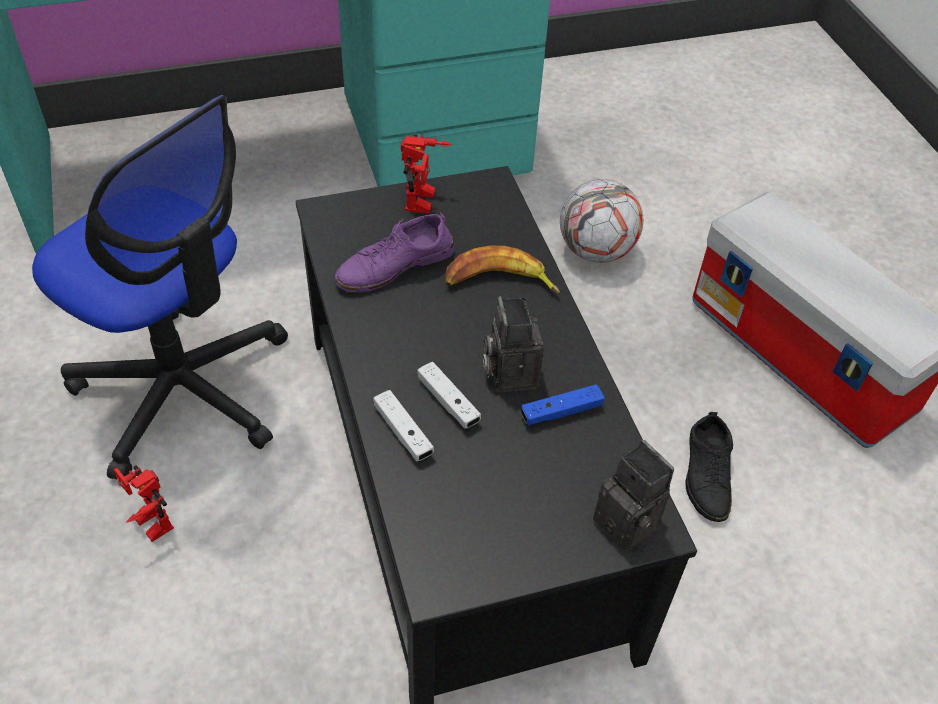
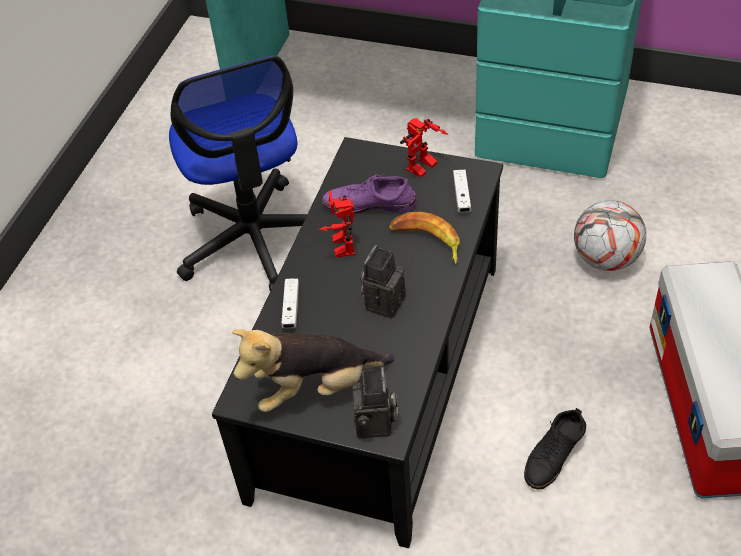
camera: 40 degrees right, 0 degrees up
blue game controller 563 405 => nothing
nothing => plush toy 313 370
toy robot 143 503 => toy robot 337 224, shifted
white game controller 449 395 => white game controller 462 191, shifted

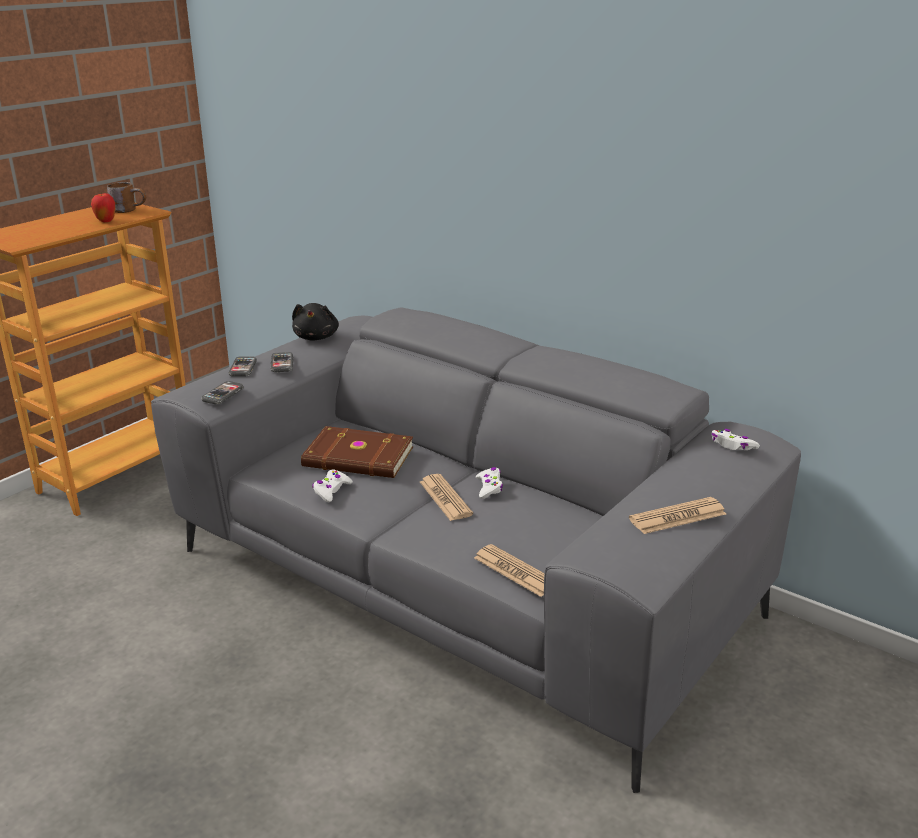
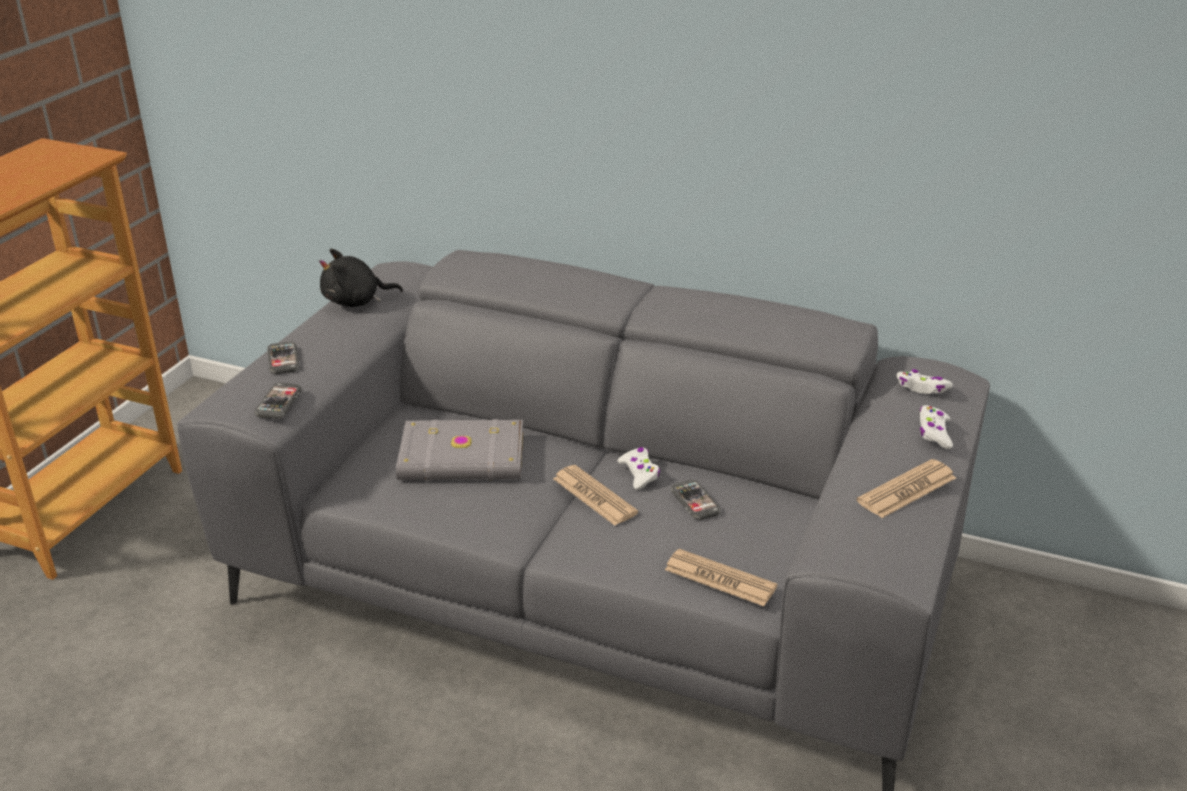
camera: 15 degrees left, 5 degrees up
apple 103 207 => nothing
brown mug 126 197 => nothing
phone 282 362 => phone 695 500, shifted
white game controller 332 485 => white game controller 936 427, shifted
brown book 357 452 => grey book 459 450
black plush toy 315 322 => black plush toy 361 278, 90 degrees clockwise

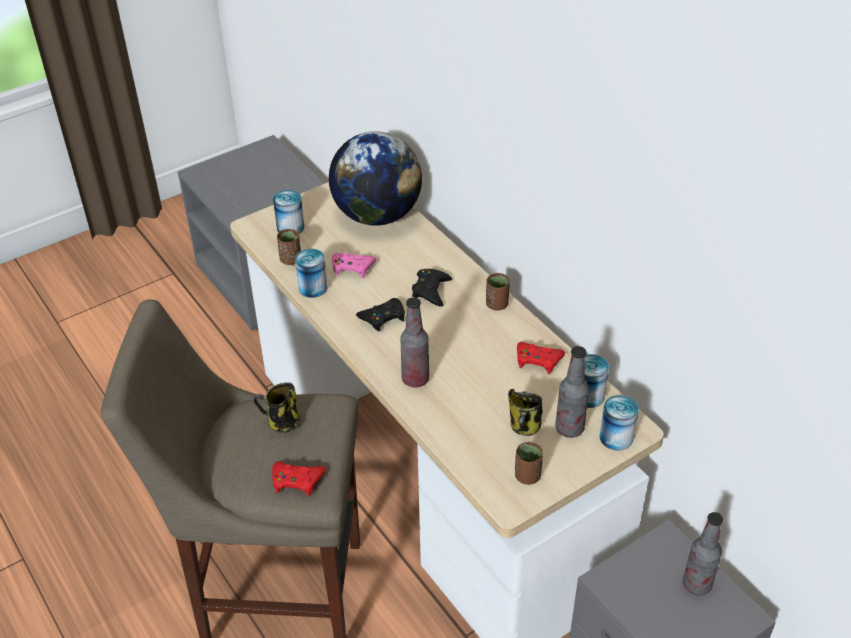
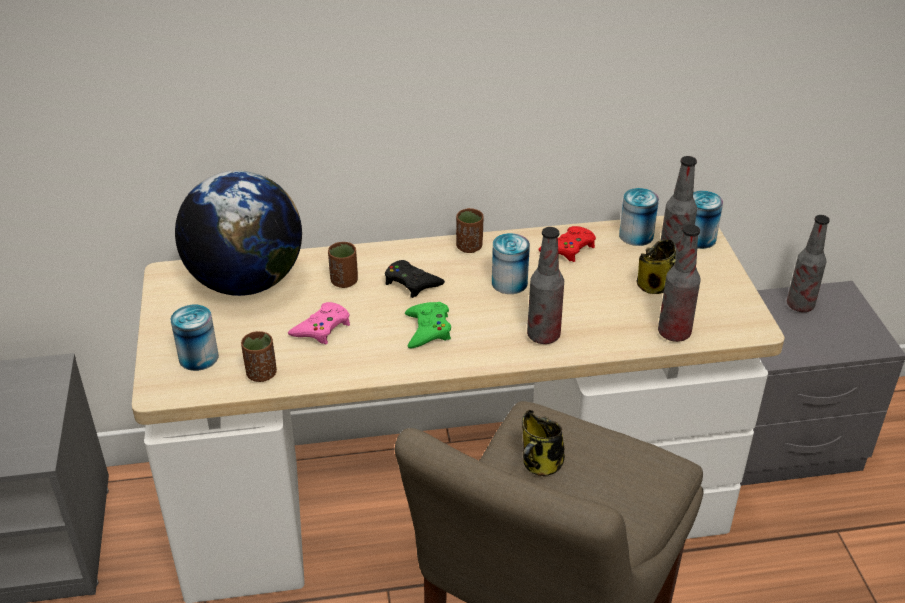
camera: 65 degrees left, 5 degrees down
red game controller 299 479 => nothing
nothing => bottle 679 283
can 311 273 => can 511 263, shifted
brown cup 529 463 => brown cup 343 265, shifted
black game controller 380 315 => green game controller 428 325

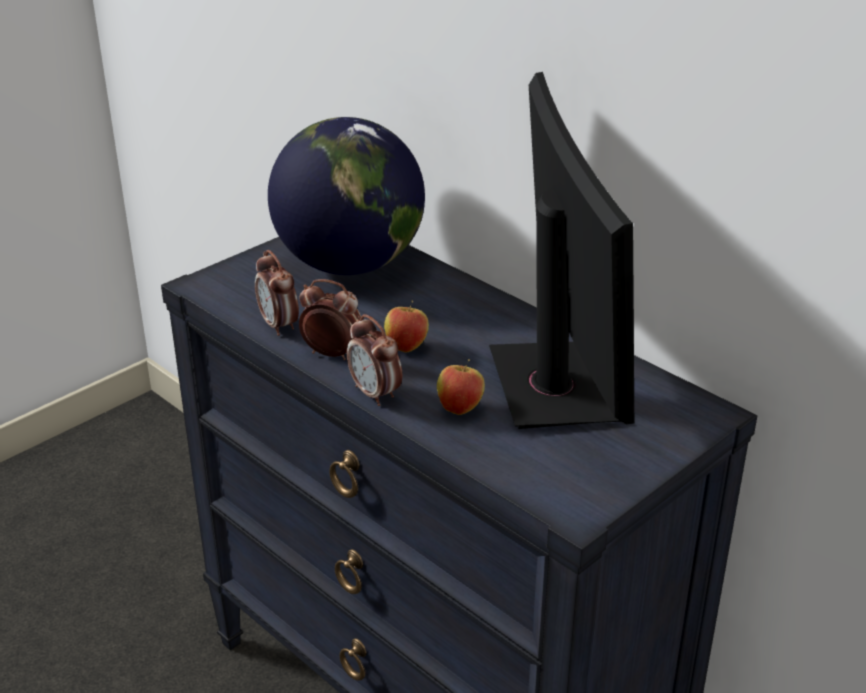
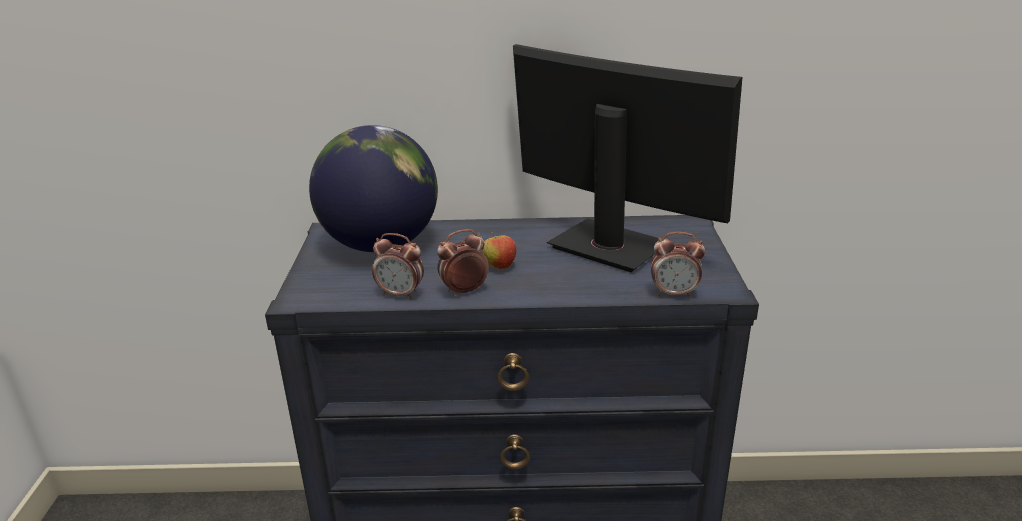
camera: 45 degrees left, 5 degrees down
apple 461 387 => nothing
alarm clock 374 360 => alarm clock 678 265, shifted

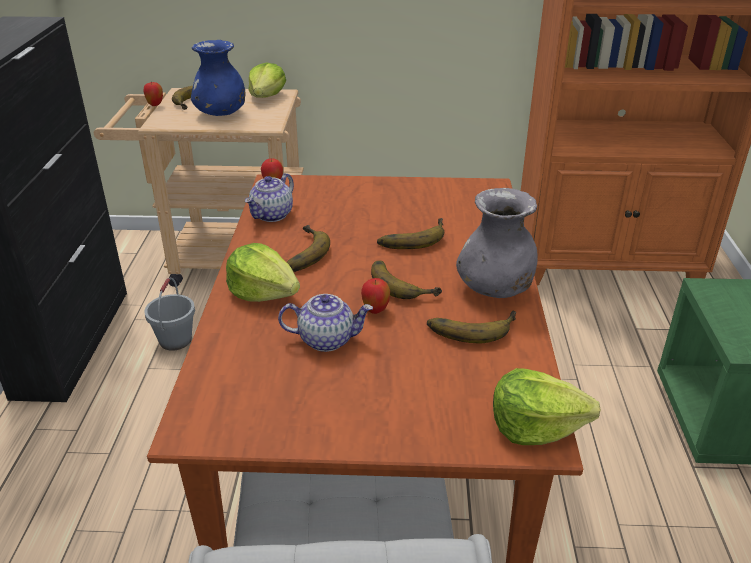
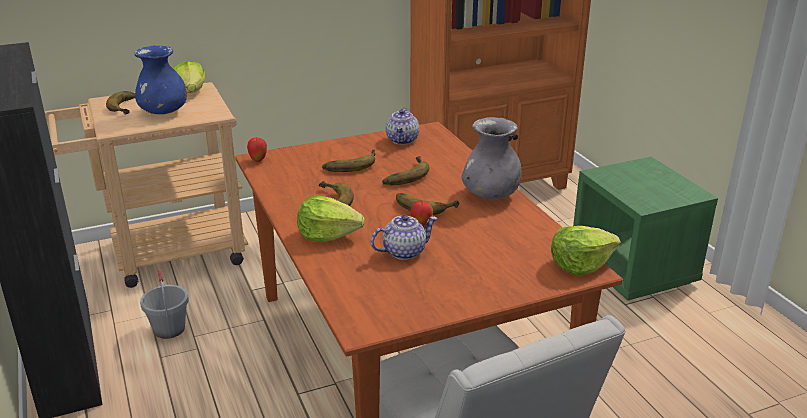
camera: 25 degrees left, 5 degrees down
apple 153 94 => nothing
teapot 269 197 => teapot 402 126, shifted
banana 471 327 => banana 349 160, shifted

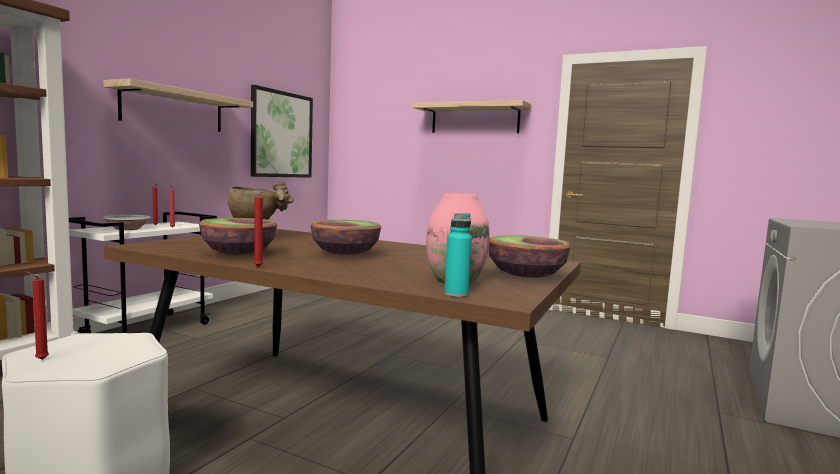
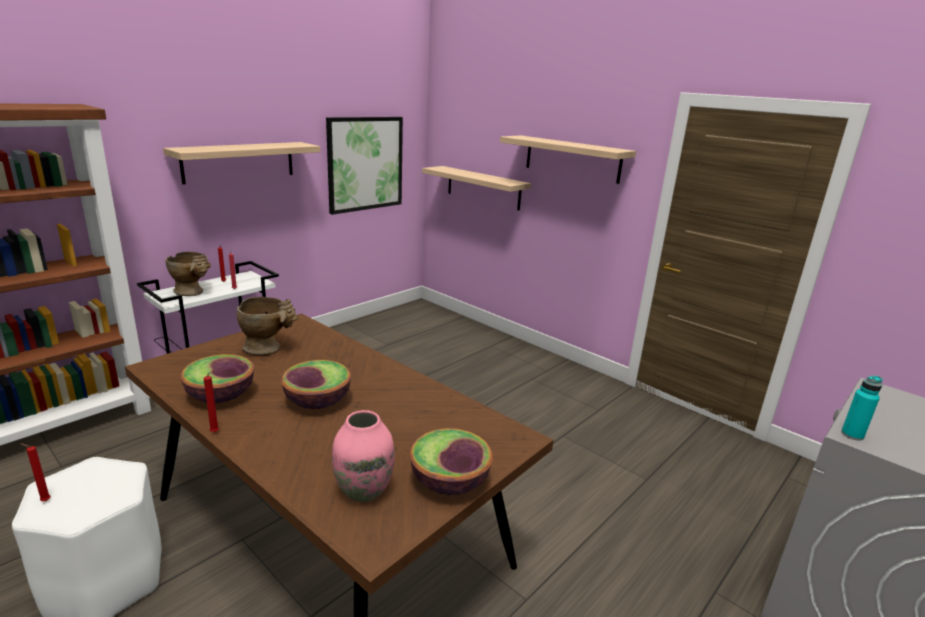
camera: 15 degrees right, 15 degrees up
nothing => shelf 476 188
turquoise bottle 458 255 => turquoise bottle 862 408, shifted
bowl 126 222 => beige vase 188 274

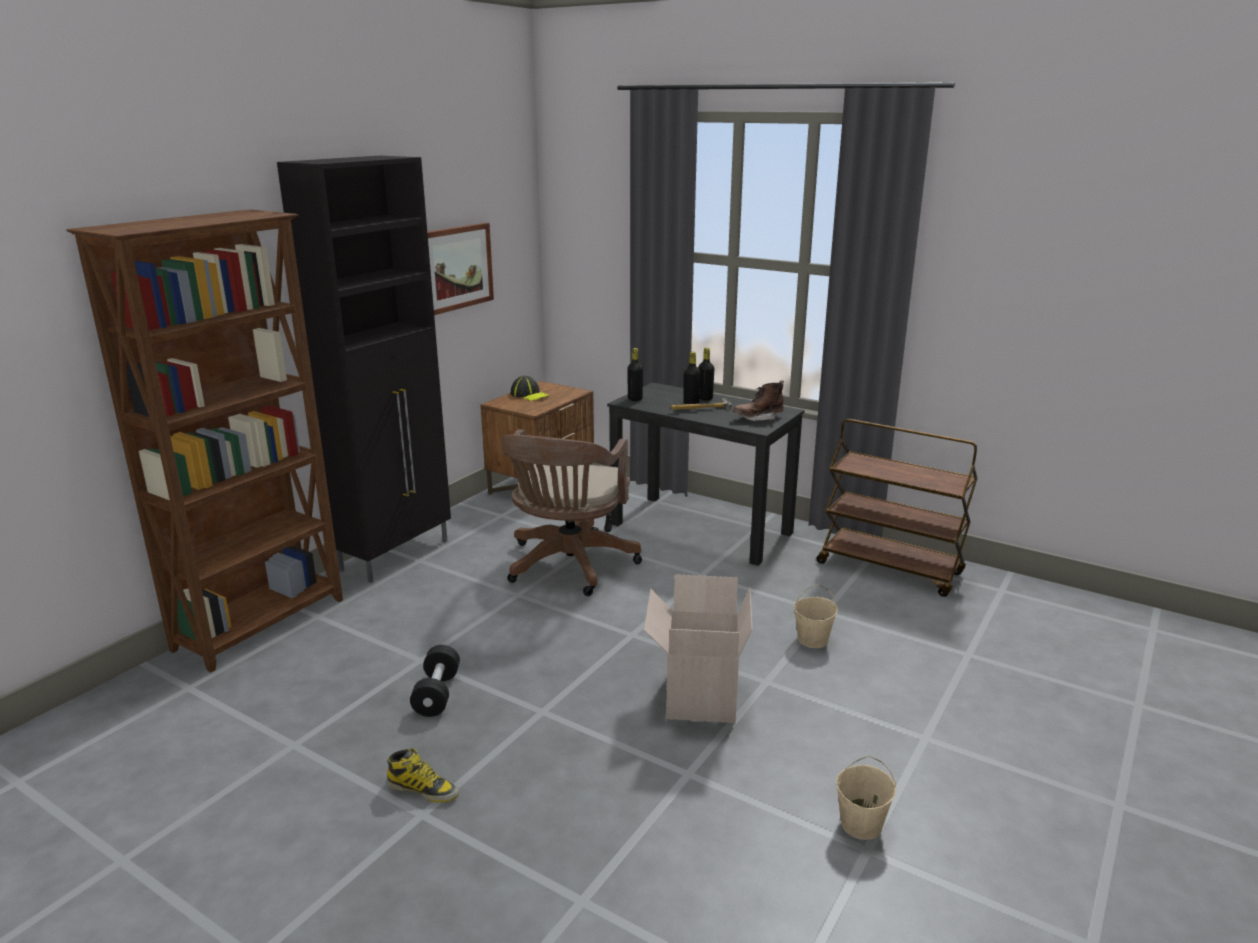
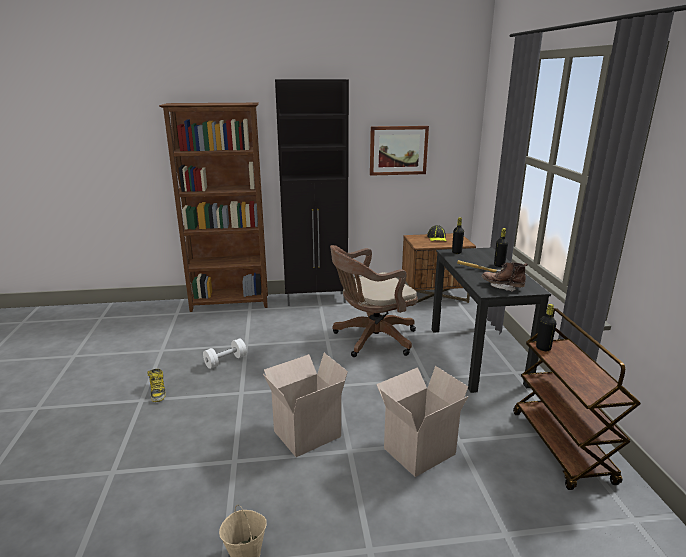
camera: 50 degrees right, 0 degrees up
black bottle 692 378 => black bottle 546 327, shifted
beige bucket 816 616 => cardboard box 422 421
black dumbbell 435 681 => white dumbbell 225 354

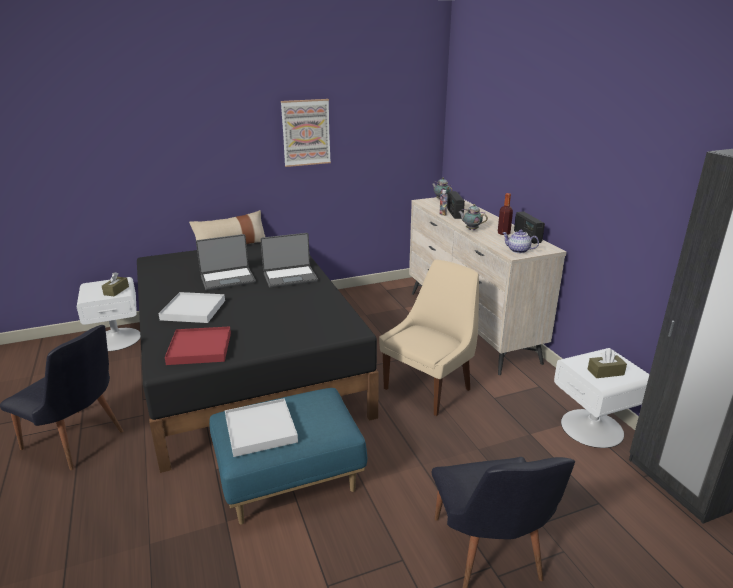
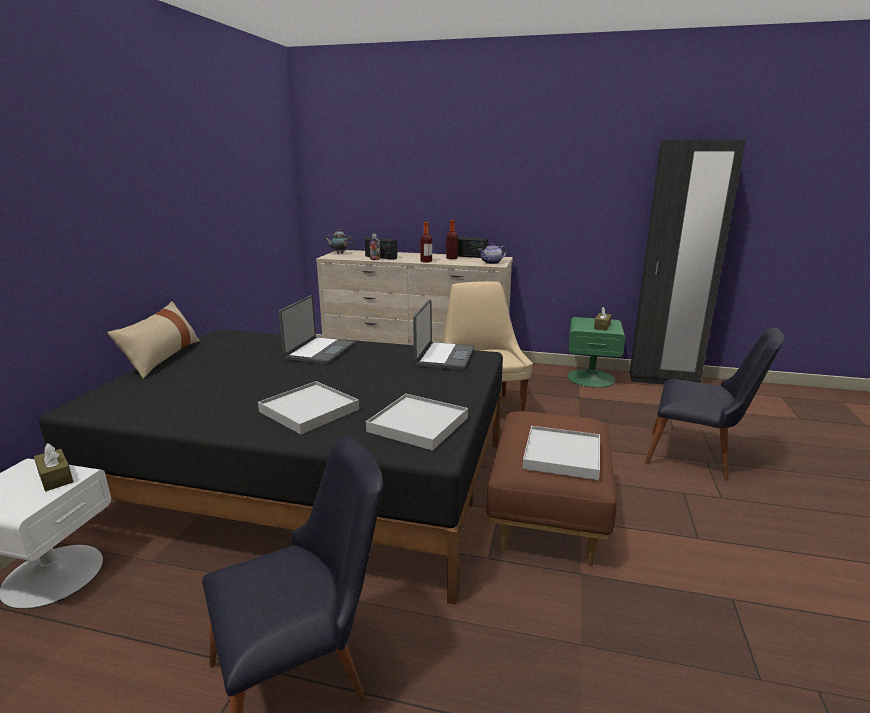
camera: 55 degrees left, 5 degrees down
picture 306 133 => nothing
laptop 226 262 => laptop 444 335, shifted
teapot 473 217 => bottle 426 242
red tray 198 345 => white tray 417 422
blue ottoman 288 456 => brown ottoman 551 488
white nightstand 602 398 => green nightstand 596 352

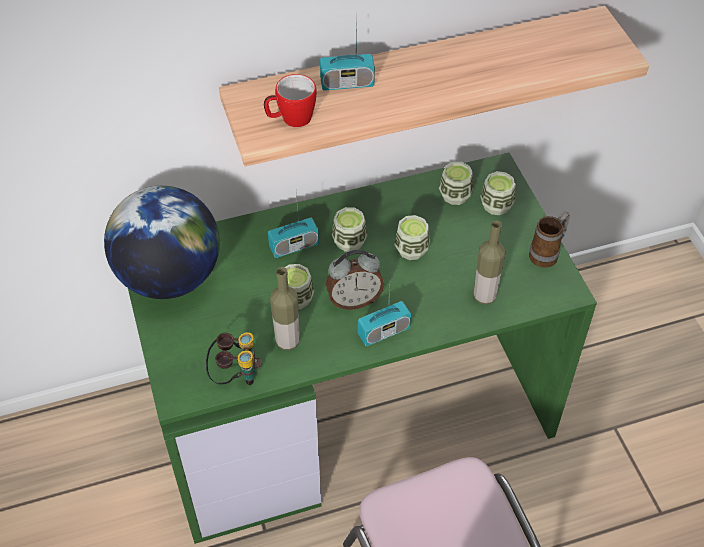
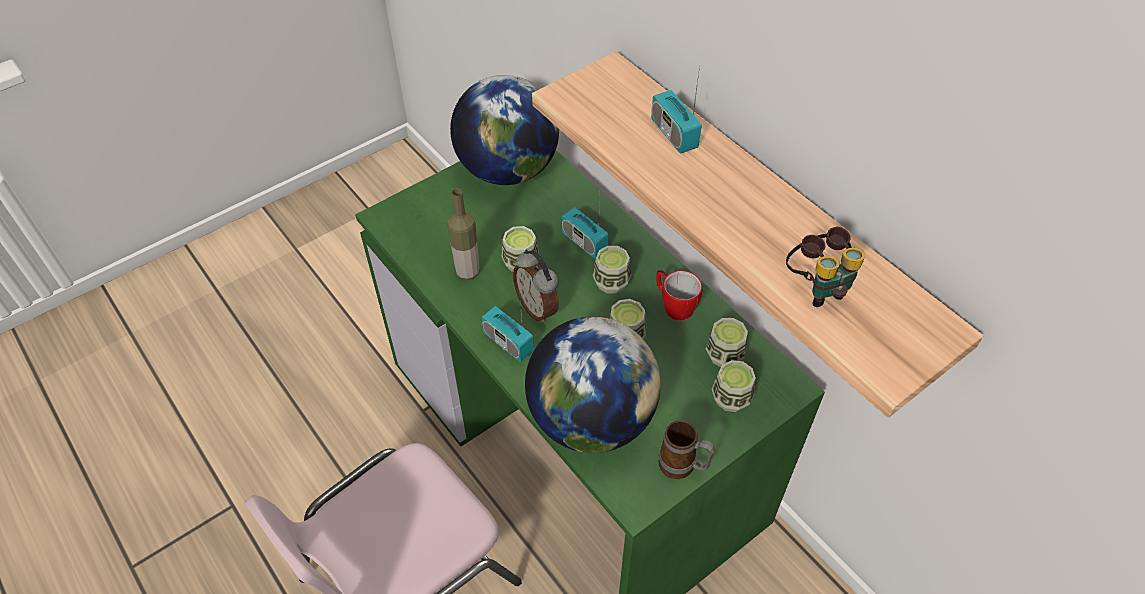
camera: 70 degrees right, 0 degrees up
binoculars 234 358 => binoculars 825 267, shifted
mug 290 100 => mug 679 295, shifted
bottle 489 262 => globe 593 384

